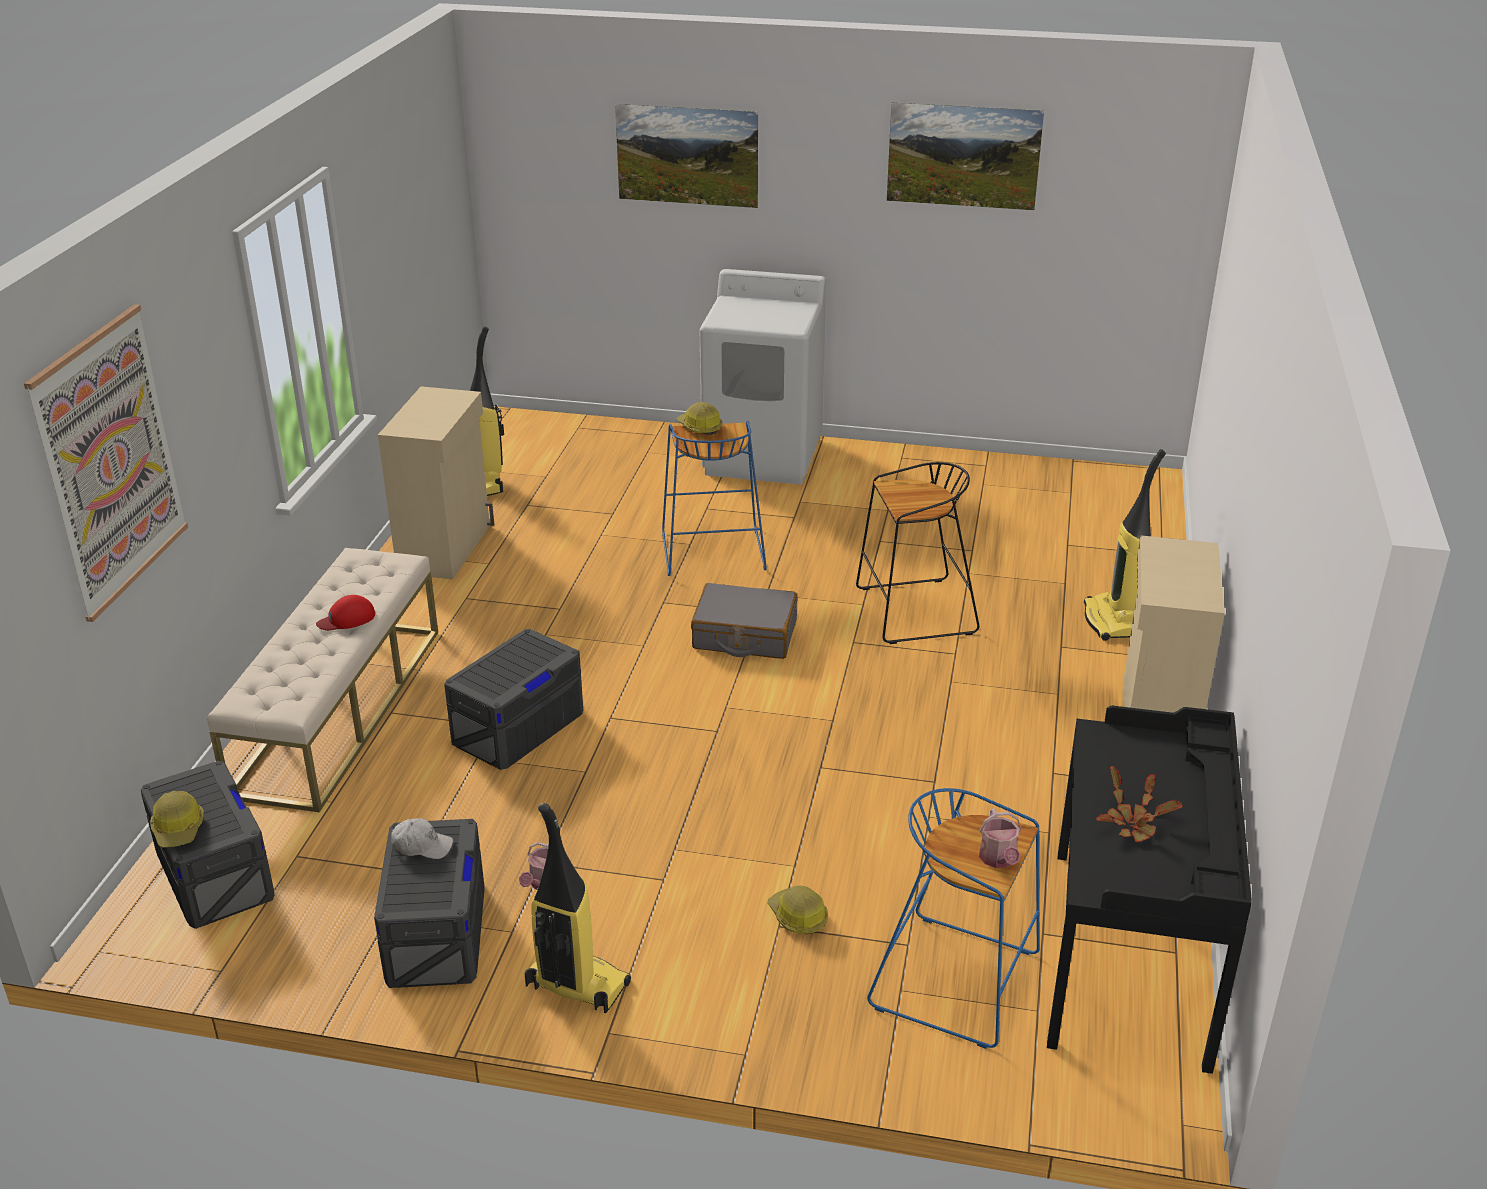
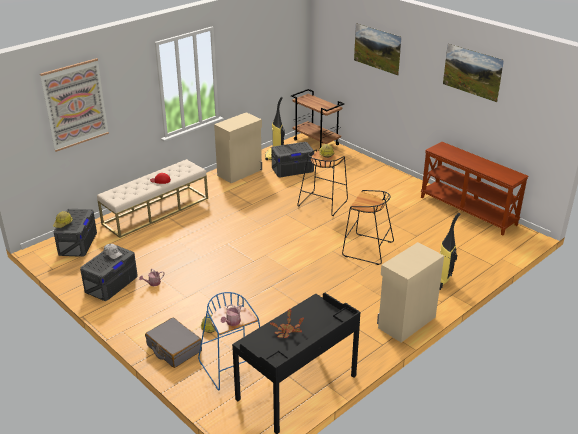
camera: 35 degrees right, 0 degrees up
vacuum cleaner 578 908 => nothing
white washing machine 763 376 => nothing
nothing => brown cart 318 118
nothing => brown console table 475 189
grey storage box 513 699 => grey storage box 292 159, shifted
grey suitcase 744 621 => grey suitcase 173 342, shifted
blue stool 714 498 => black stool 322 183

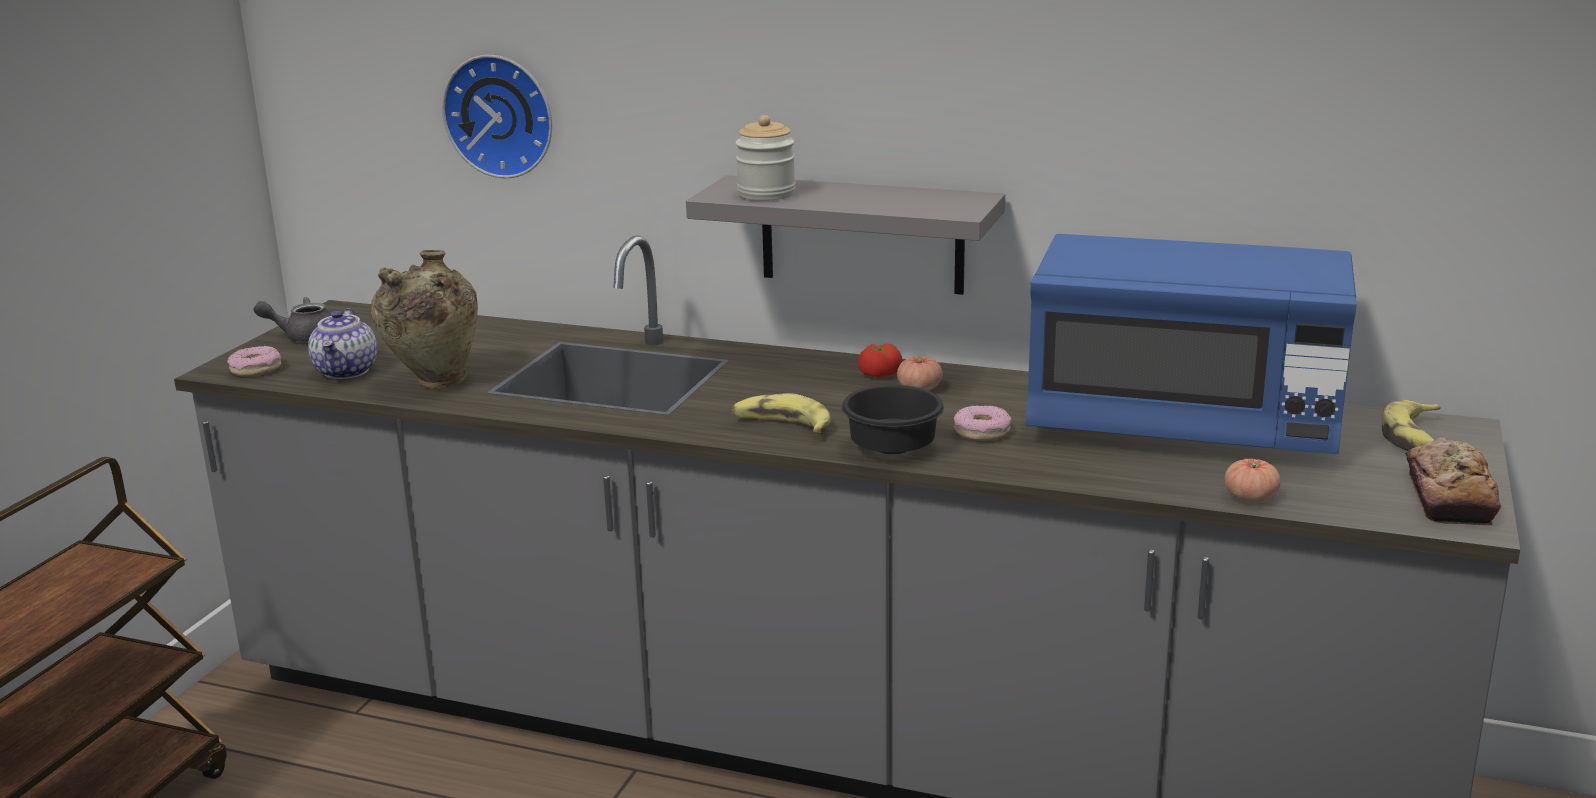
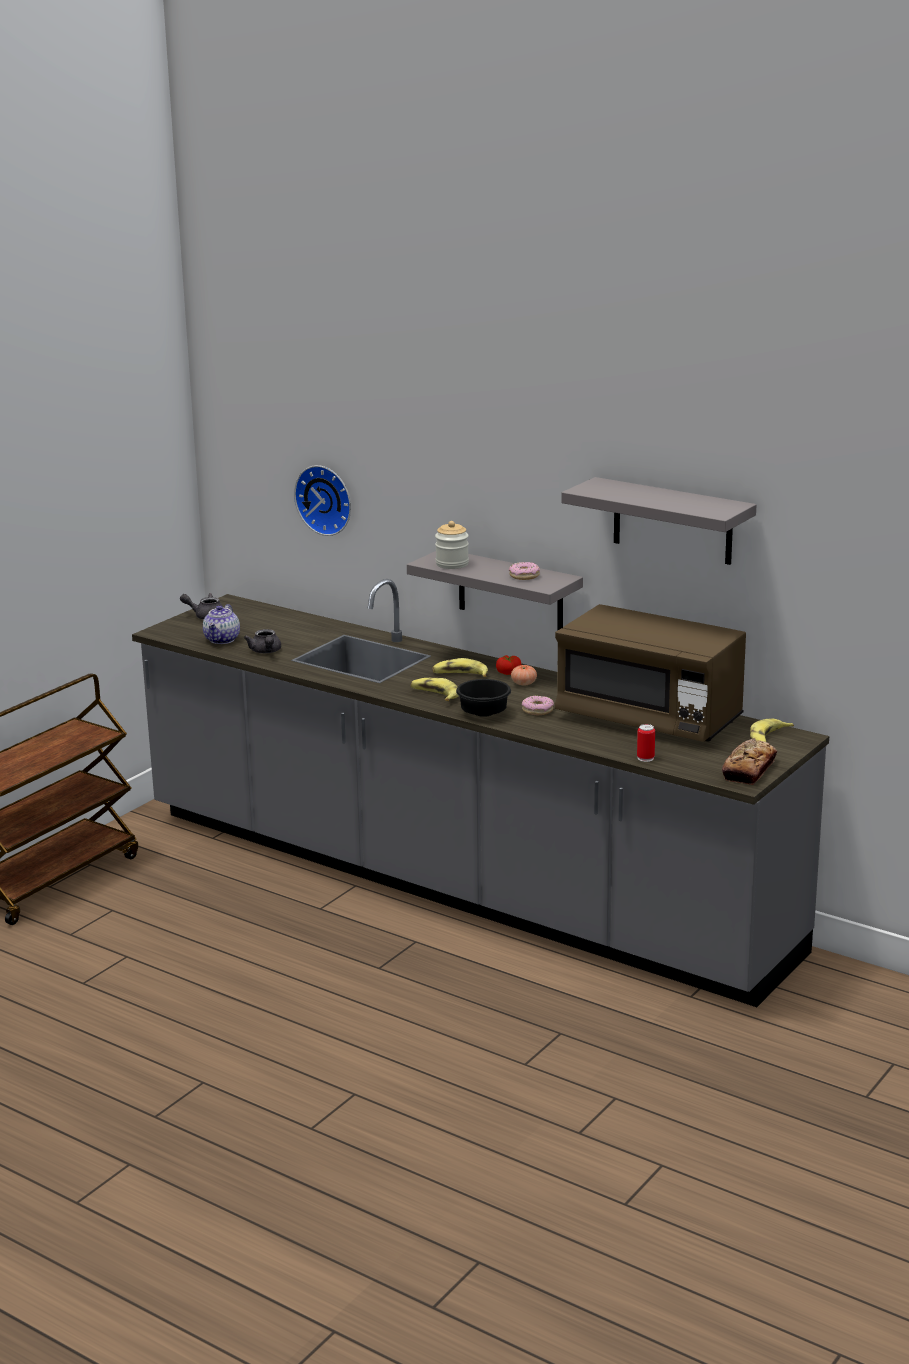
camera: 15 degrees right, 0 degrees up
nothing => banana 460 667
nothing => grey shelf 658 521
donut 254 361 => donut 524 571, shifted
beige vase 424 319 => grey teapot 262 641
tomato 1253 480 => can 646 743
blue microwave 1191 344 => brown microwave 650 673

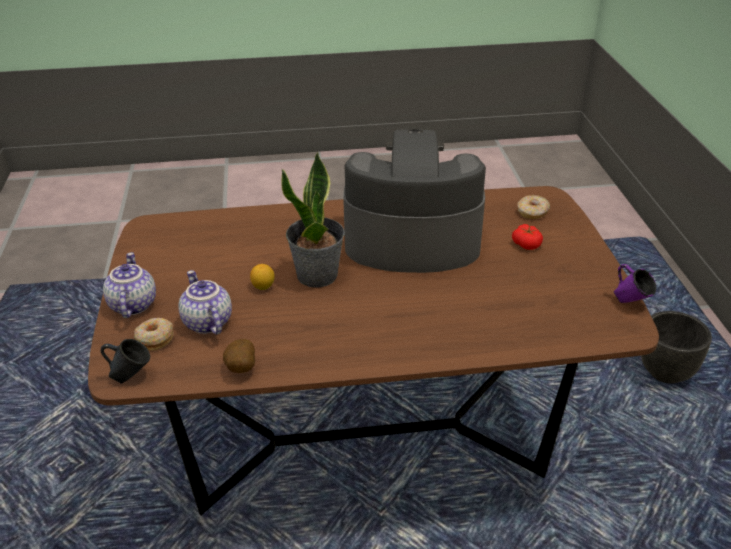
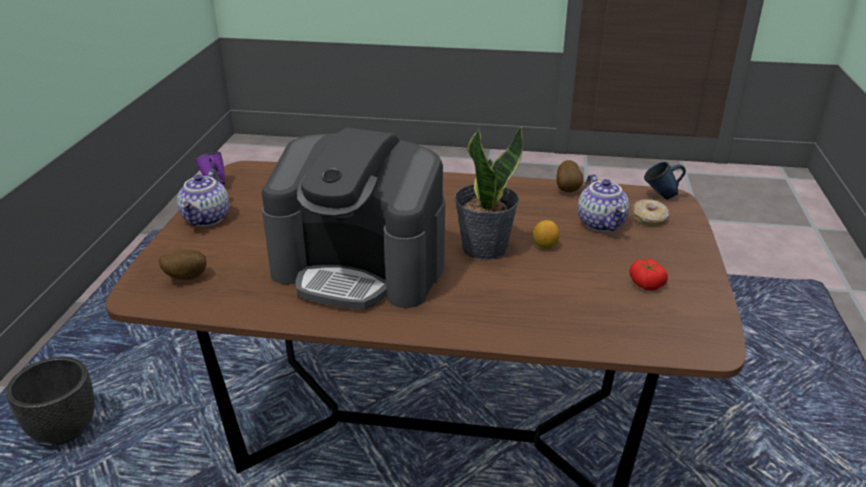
camera: 165 degrees left, 5 degrees down
teapot 129 285 => teapot 203 198, shifted
tomato 527 237 => tomato 648 275, shifted
donut 533 207 => potato 183 265

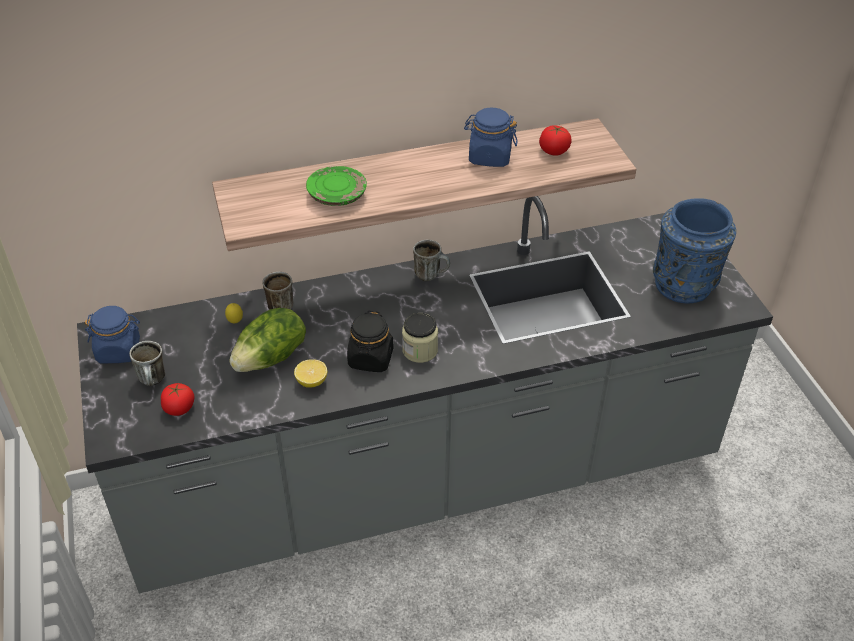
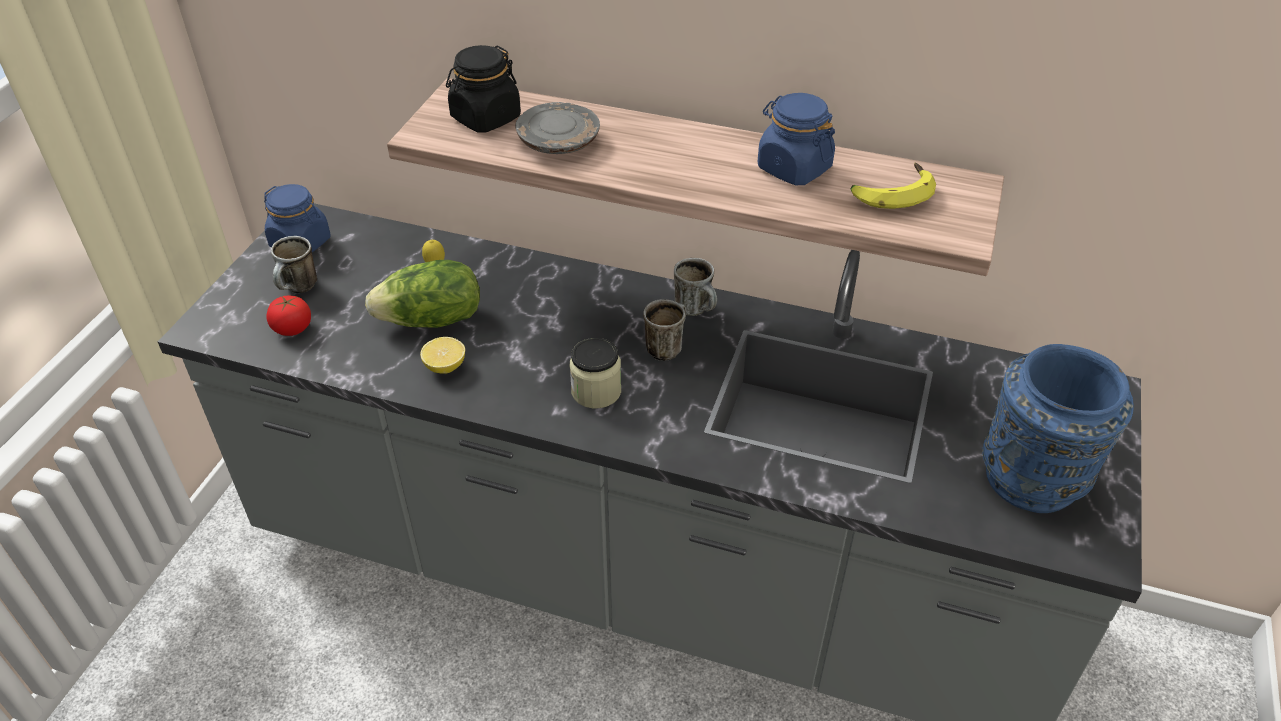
camera: 35 degrees right, 0 degrees up
mug 278 290 => mug 664 330, shifted
black jar 370 341 => black jar 483 88, shifted
tomato 555 140 => banana 893 186
green plate 336 186 => grey plate 558 128

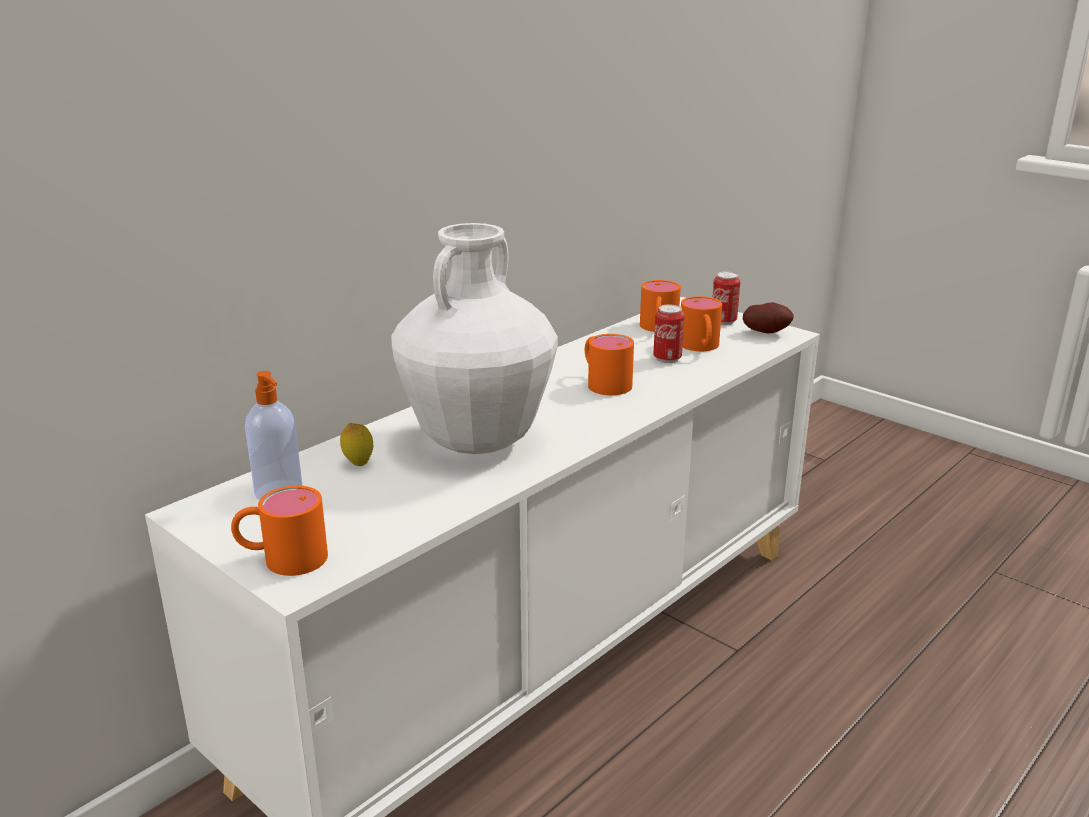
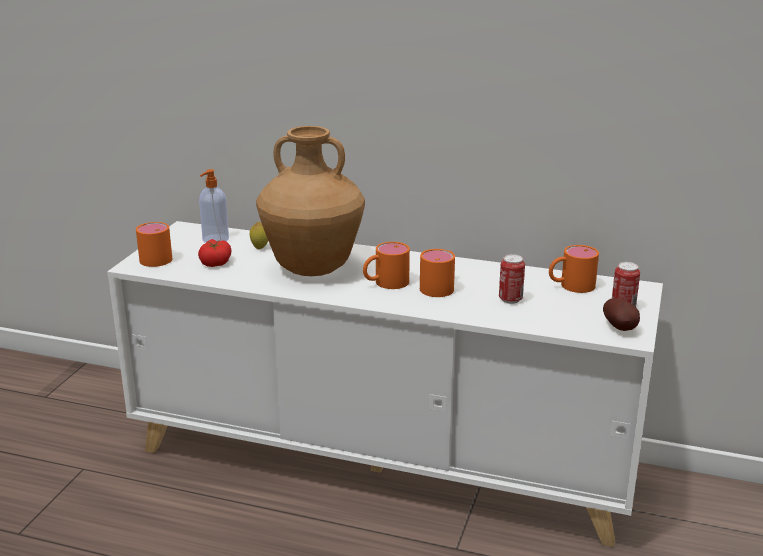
camera: 65 degrees right, 0 degrees up
nothing => tomato 214 253
orange mug 701 323 => orange mug 386 265, shifted
white vase 474 338 => brown vase 310 201

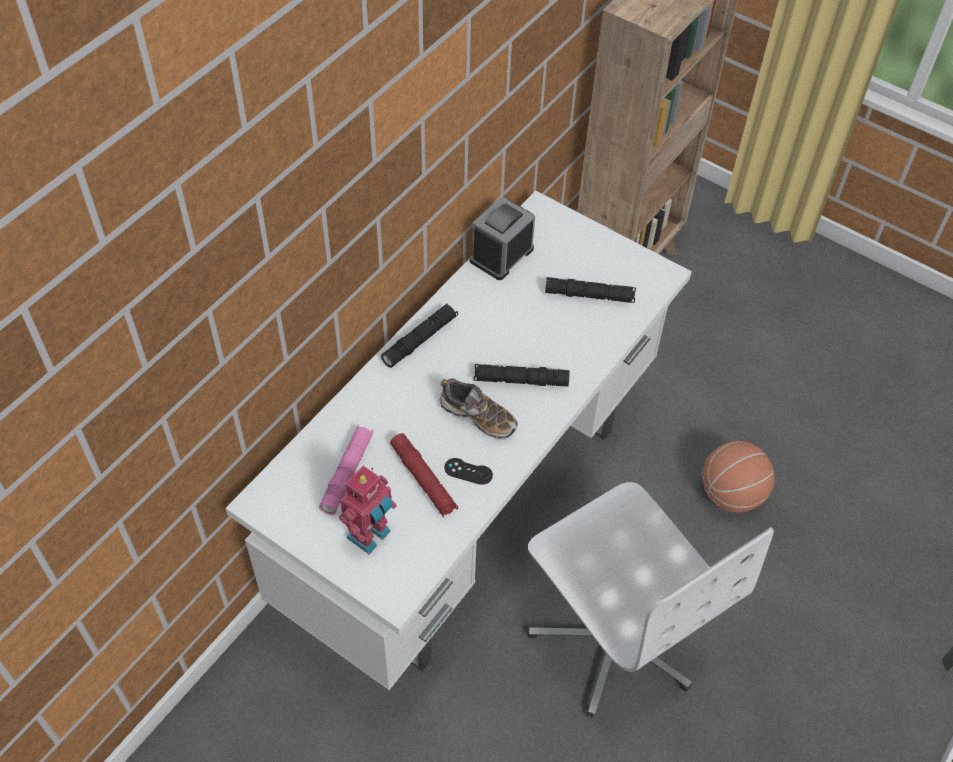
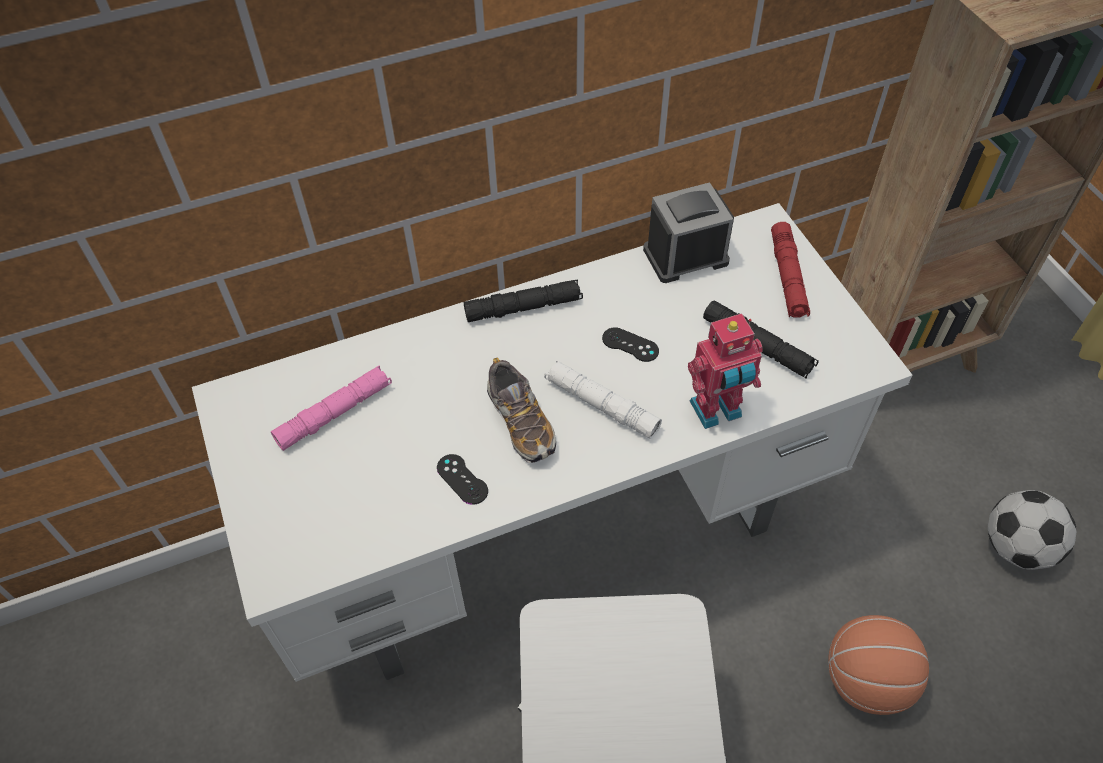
camera: 35 degrees right, 0 degrees up
nothing => black game controller 630 344
nothing => football 1032 530
toy robot 368 510 => toy robot 725 371, shifted
red flashlight 424 475 => red flashlight 790 269, shifted
black flashlight 521 375 => white flashlight 603 399

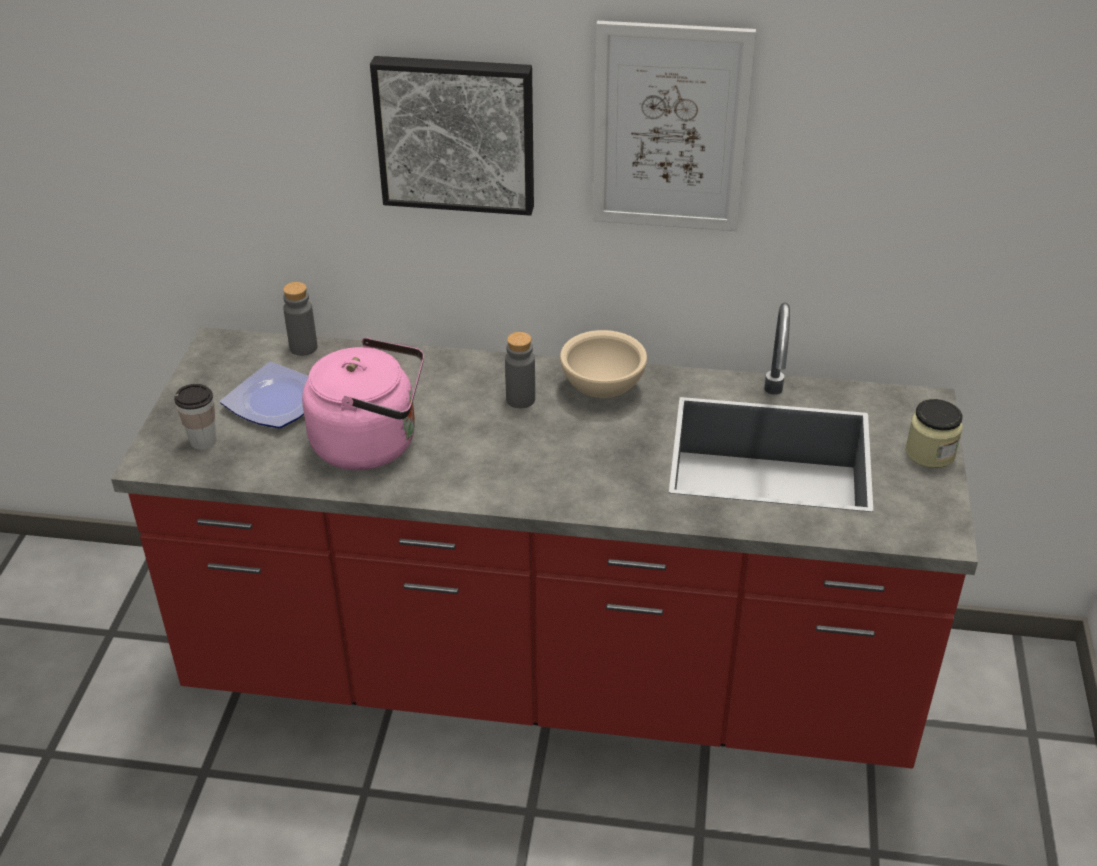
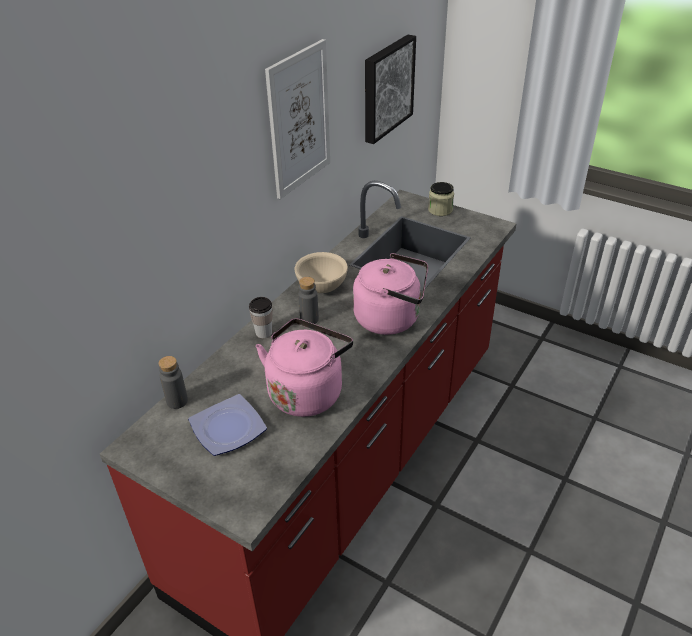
camera: 65 degrees left, 0 degrees up
nothing => pink kettle 390 294
cup 195 417 => cup 261 317, shifted
picture 452 136 => picture 390 89, shifted

